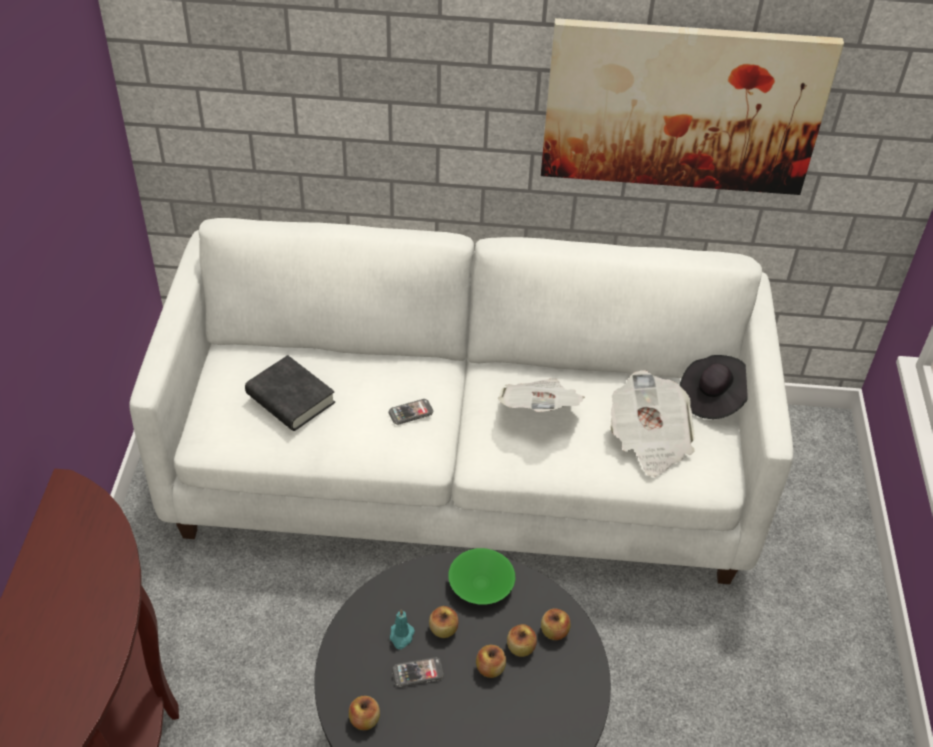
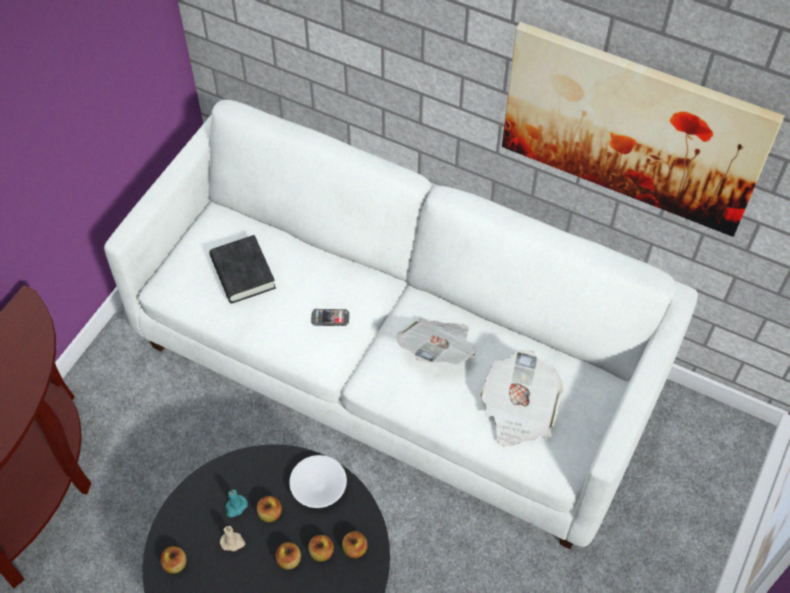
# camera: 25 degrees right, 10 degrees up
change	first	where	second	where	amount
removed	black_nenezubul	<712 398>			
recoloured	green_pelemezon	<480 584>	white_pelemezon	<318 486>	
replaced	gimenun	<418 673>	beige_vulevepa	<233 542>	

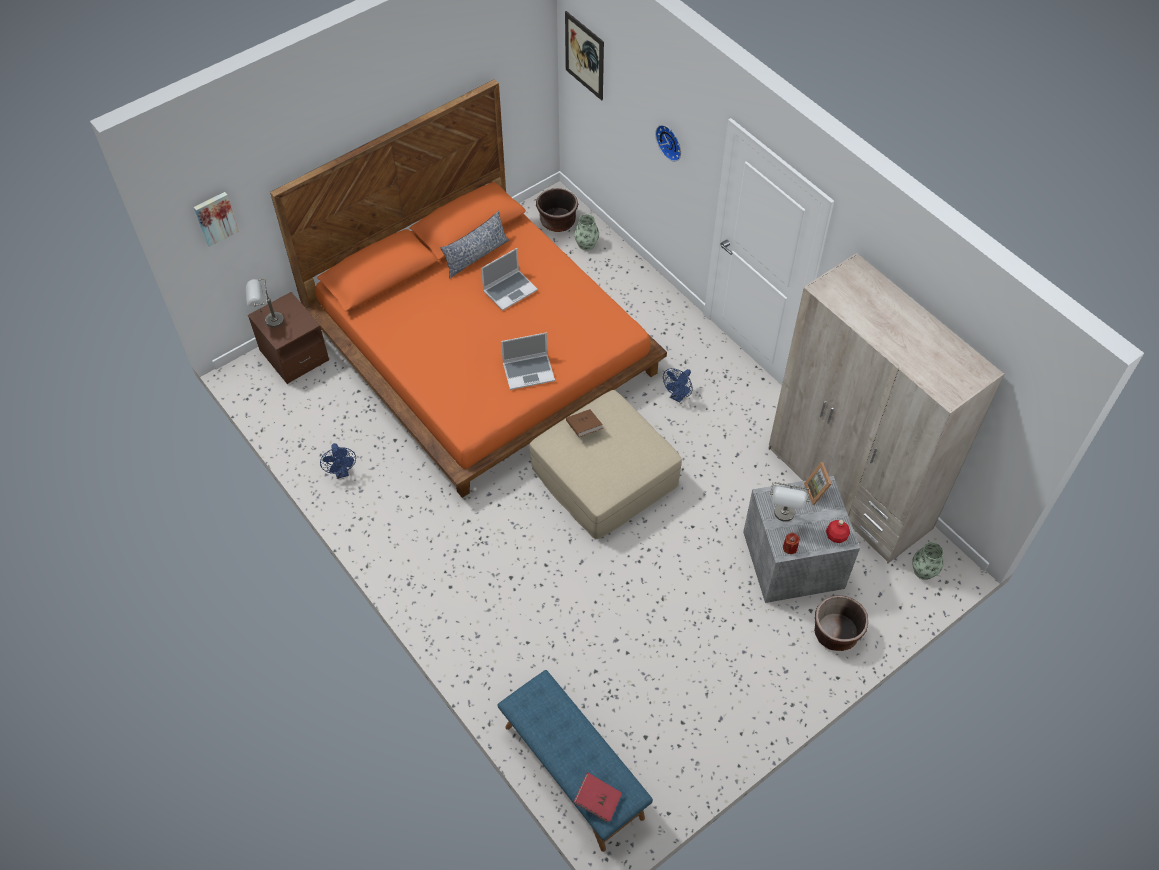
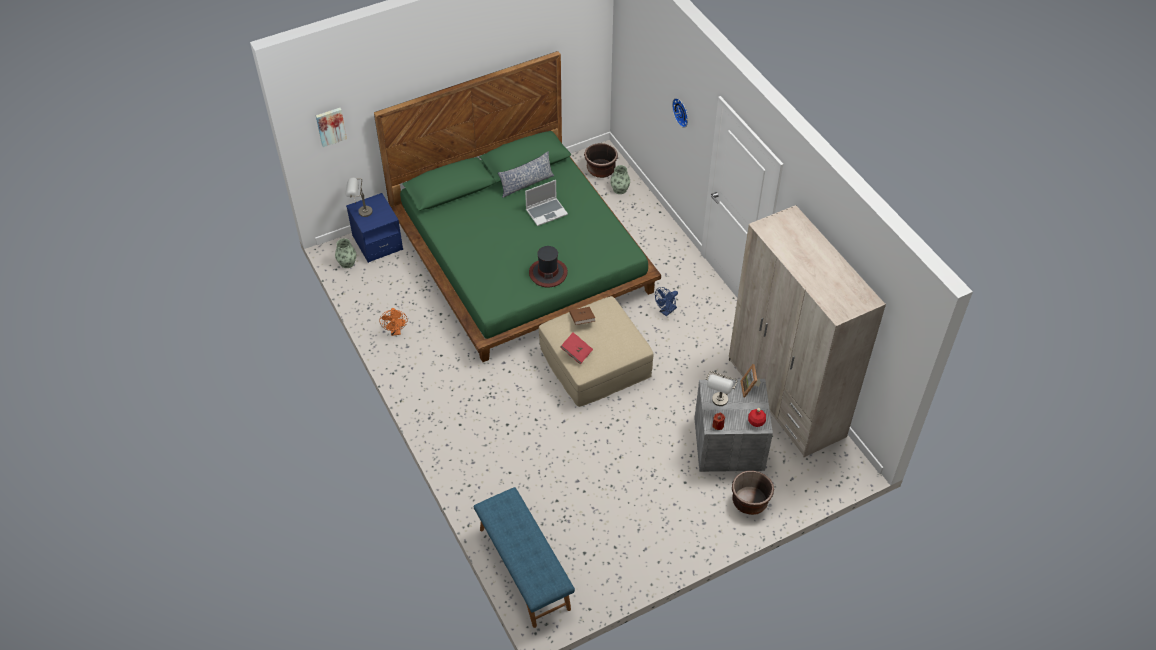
# camera: 10 degrees right, 5 degrees down
change	first	where	second	where	amount
removed	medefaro	<584 56>			
recoloured	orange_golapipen	<483 348>	green_golapipen	<522 256>	
recoloured	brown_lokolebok	<294 355>	blue_lokolebok	<377 243>	
replaced	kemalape	<529 371>	nenezubul	<548 273>	
recoloured	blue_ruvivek	<342 472>	orange_ruvivek	<396 331>	
moved	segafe	<924 570>		<347 263>	
moved	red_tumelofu	<598 800>		<576 352>	

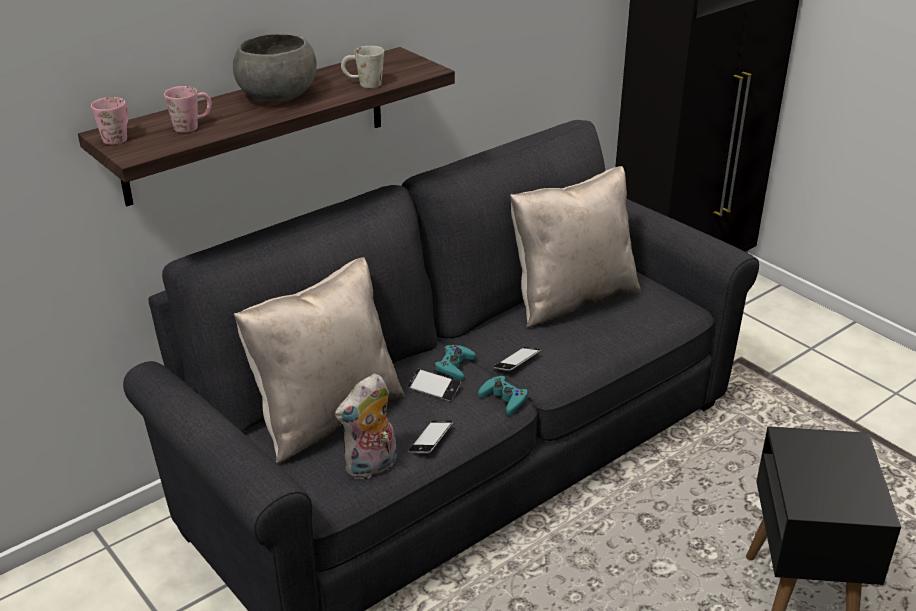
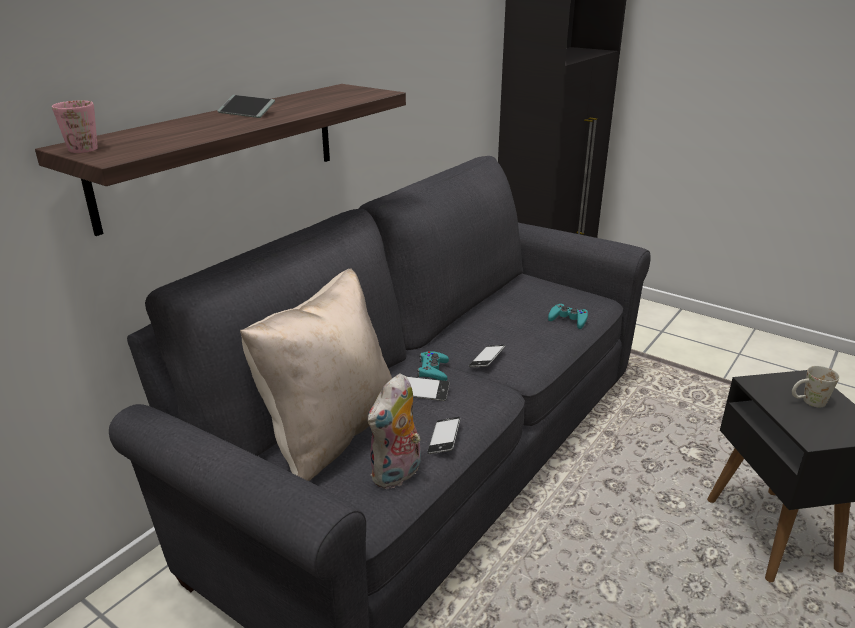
# camera: 15 degrees left, 5 degrees down
change	first	where	second	where	amount
replaced	grey_pelemezon	<277 95>	gimenun	<247 113>	
moved	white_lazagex	<363 84>		<808 402>	
removed	pink_lazagex	<192 126>			
removed	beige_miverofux	<571 299>			
moved	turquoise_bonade	<504 399>		<568 320>	

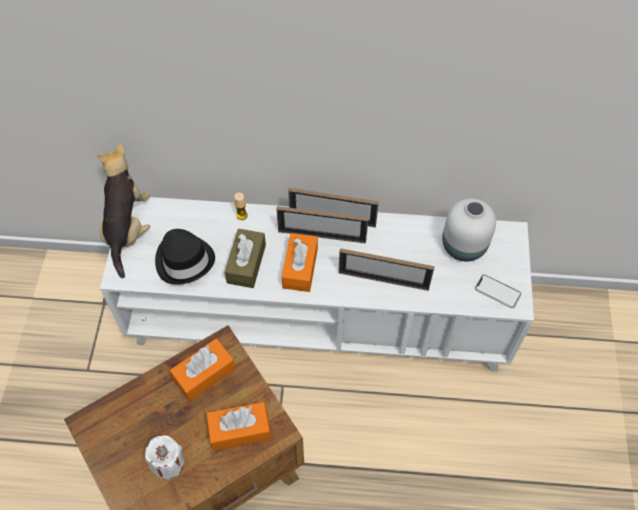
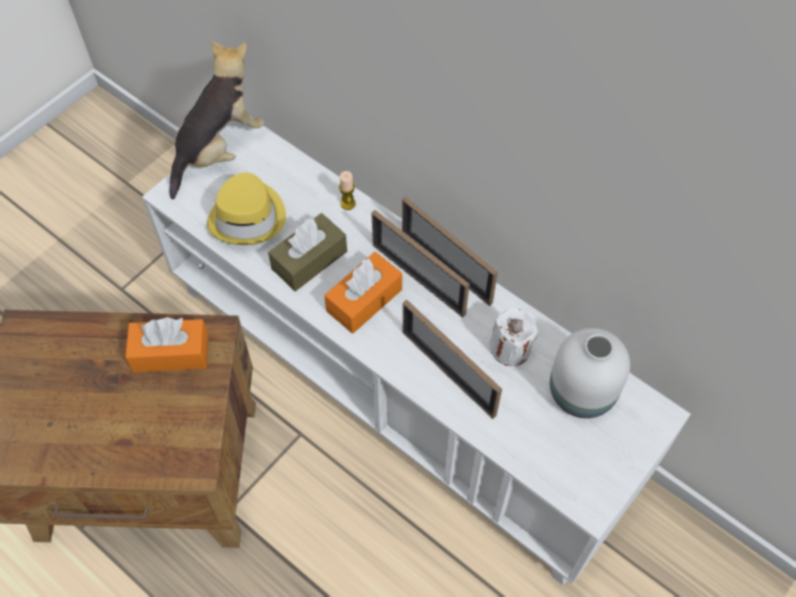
# camera: 35 degrees right, 0 degrees up
change	first	where	second	where	amount
recoloured	black_nenezubul	<184 260>	yellow_nenezubul	<248 217>	
removed	gimenun	<497 291>			
removed	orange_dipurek	<240 430>			
moved	white_vulevepa	<168 463>		<510 348>	

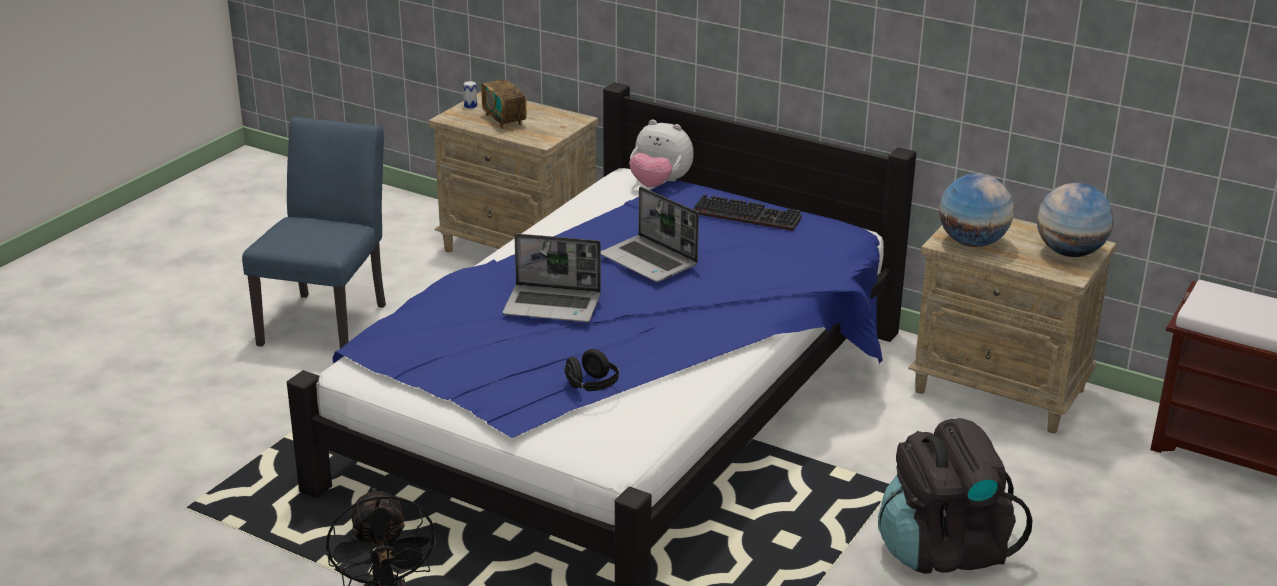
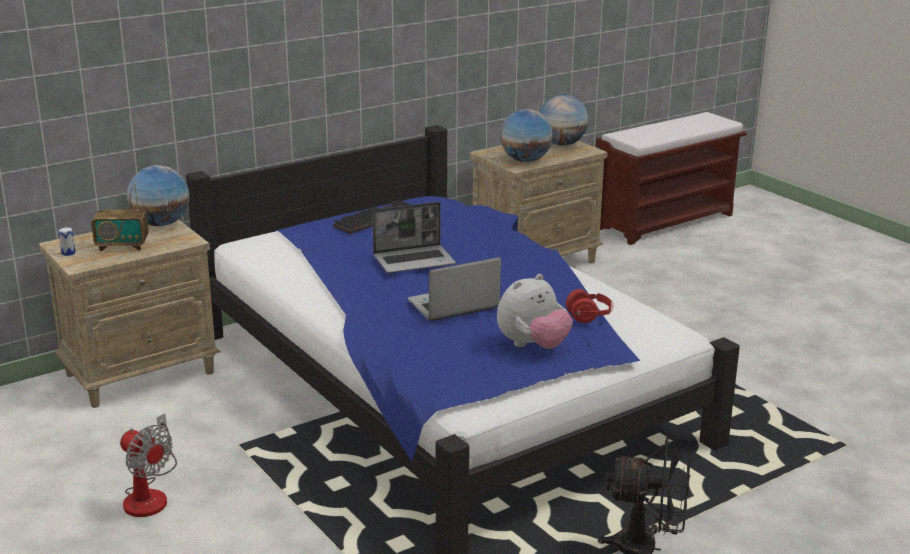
# camera: 65 degrees left, 5 degrees down
change	first	where	second	where	amount
replaced	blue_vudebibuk	<328 320>	ruvivek	<149 494>	
moved	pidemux	<659 185>		<533 346>	
turned	kemalape	<553 305>		<453 306>	150 degrees counterclockwise
recoloured	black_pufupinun	<592 386>	red_pufupinun	<589 317>	
removed	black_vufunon	<944 549>			
added			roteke	<160 224>	

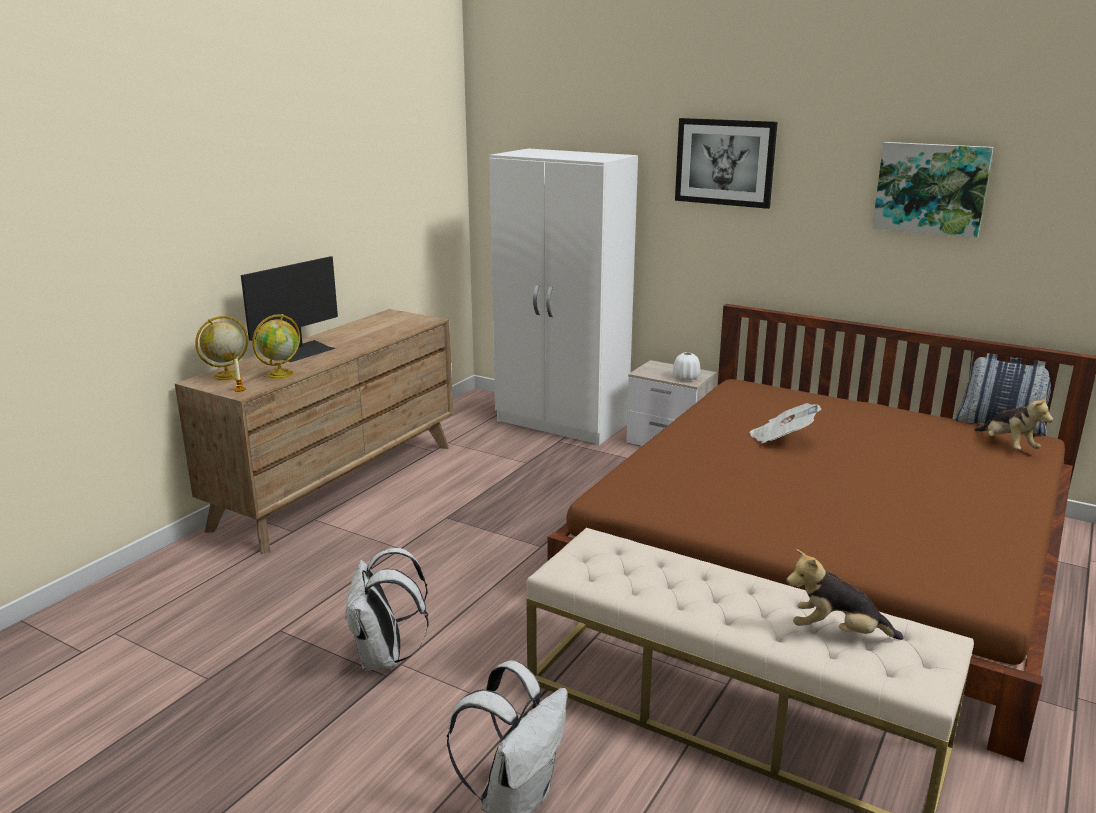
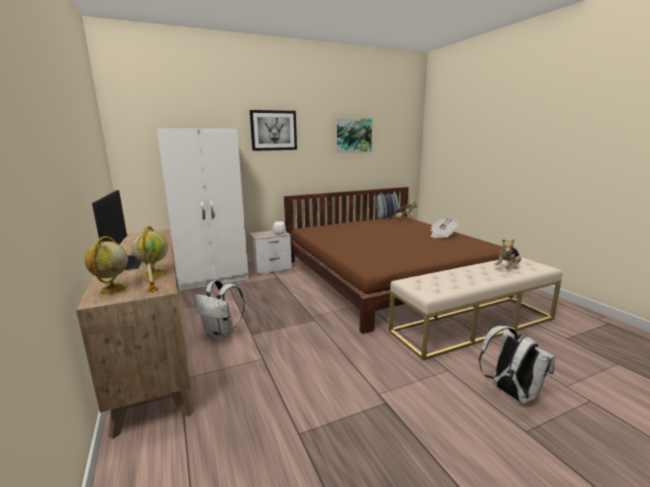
# camera: 55 degrees left, 5 degrees down
change	first	where	second	where	amount
moved	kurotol	<781 439>		<442 235>	
moved	white_vufunon	<384 658>		<221 333>	

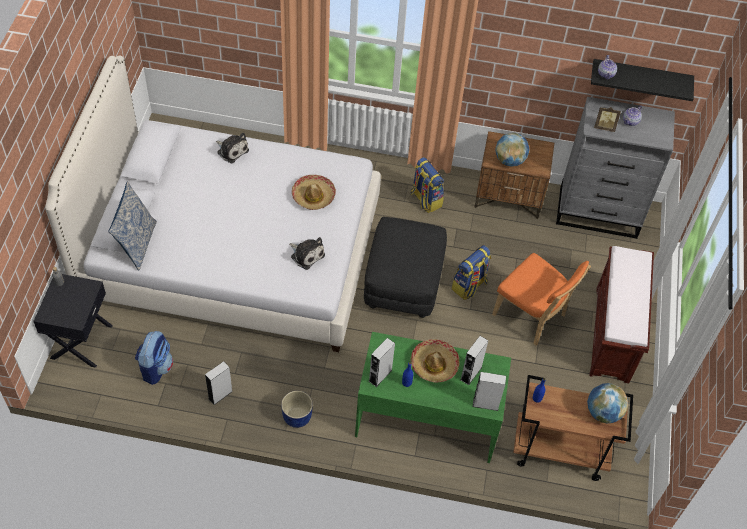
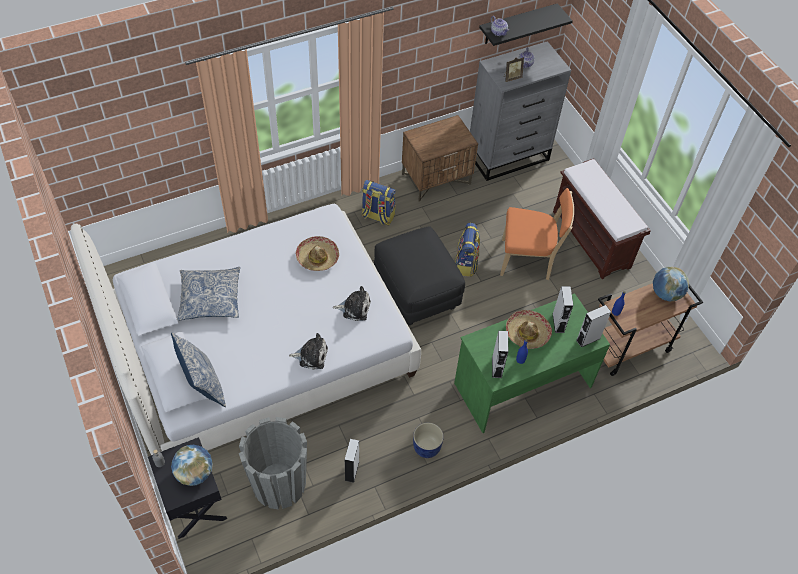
# camera: 35 degrees left, 0 degrees up
change	first	where	second	where	amount
moved	pidemux	<232 150>		<311 356>	
moved	roteke	<510 160>		<195 473>	
replaced	vufunon	<156 367>	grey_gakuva	<279 484>	
added			miverofux	<210 299>	

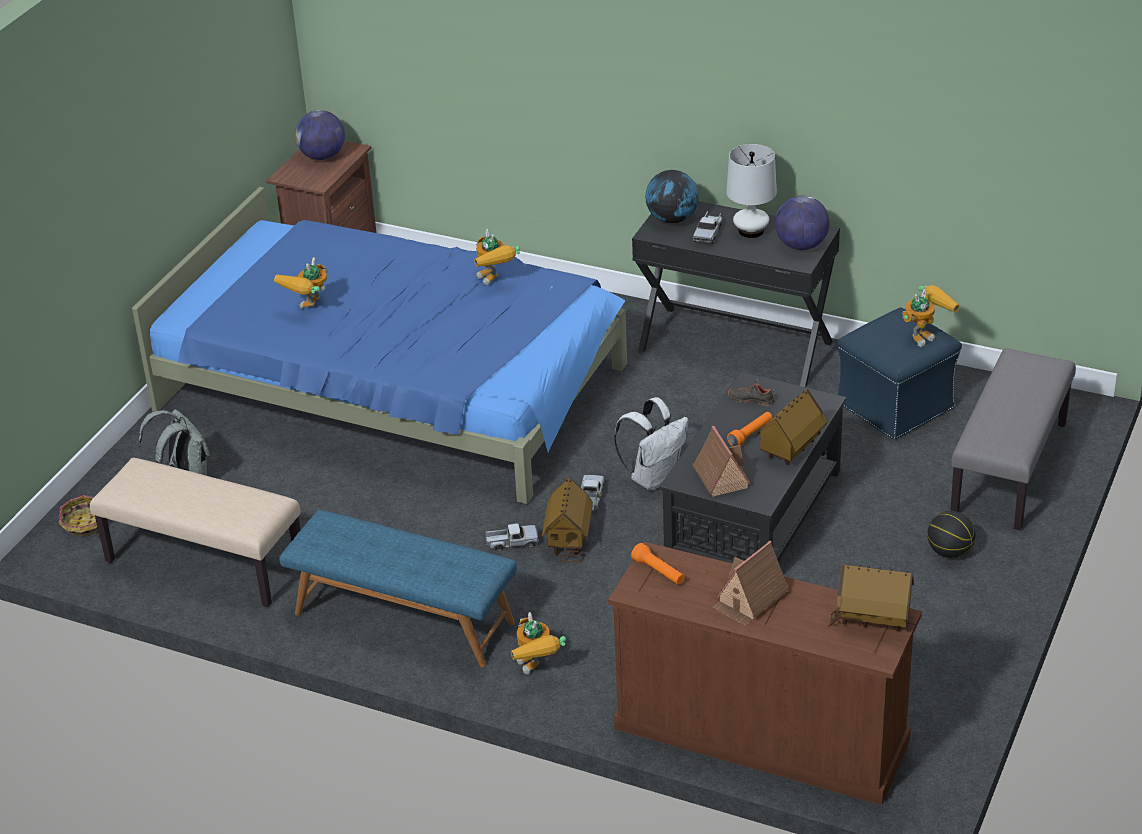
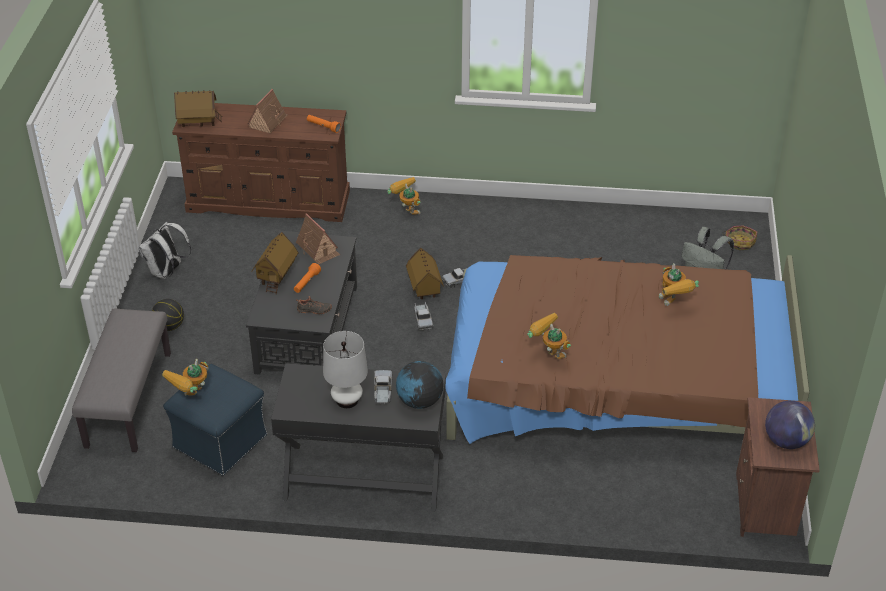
# camera: 160 degrees right, 5 degrees up
change	first	where	second	where	amount
recoloured	blue_golapipen	<395 388>	brown_golapipen	<615 382>	
removed	roteke	<801 245>			
turned	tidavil	<309 310>		<673 303>	150 degrees clockwise
moved	white_vufunon	<654 477>		<167 272>	
removed	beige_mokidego	<203 563>			
removed	blue_mokidego	<403 619>			

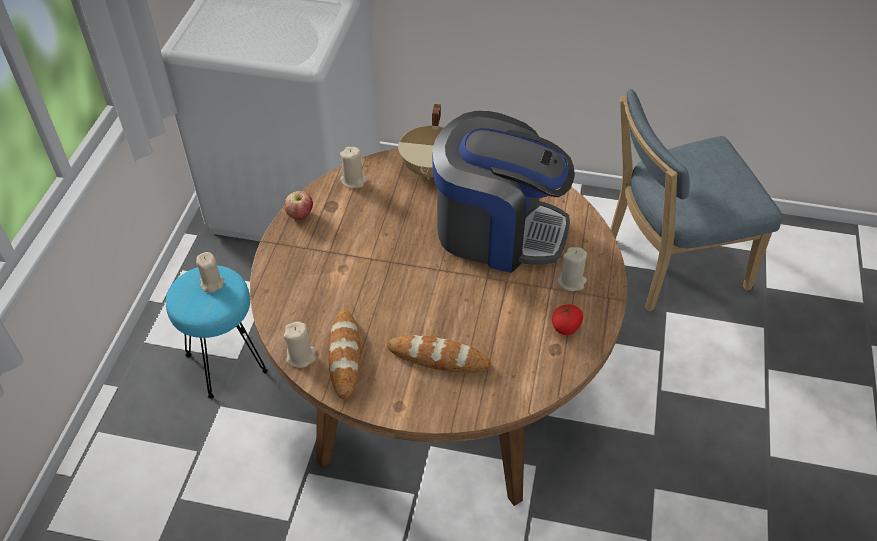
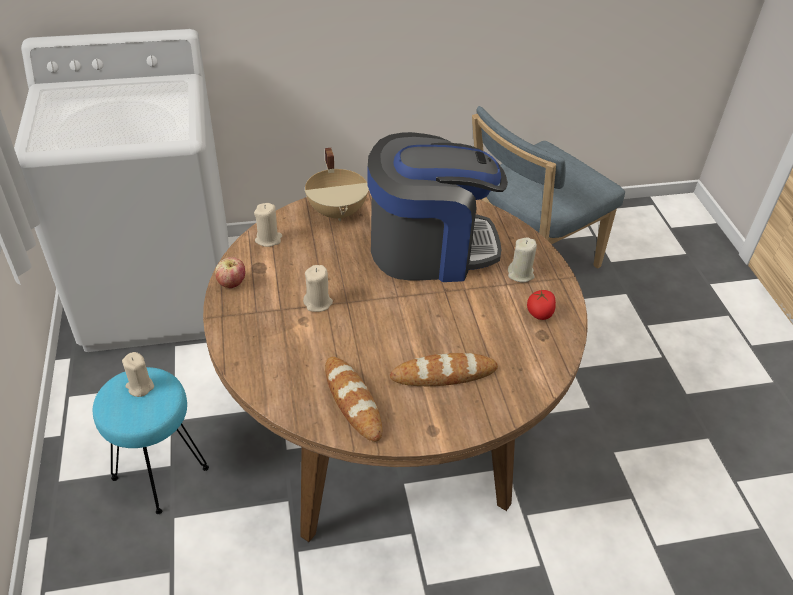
# camera: 25 degrees left, 5 degrees down
change	first	where	second	where	amount
moved	beige_vulevepa	<301 356>		<318 303>	

